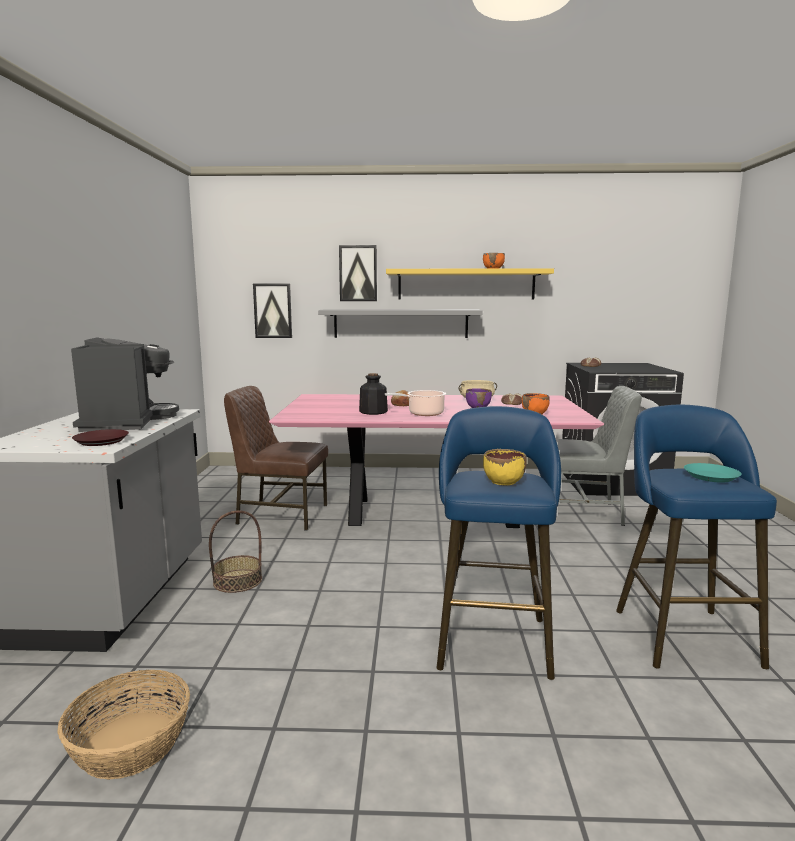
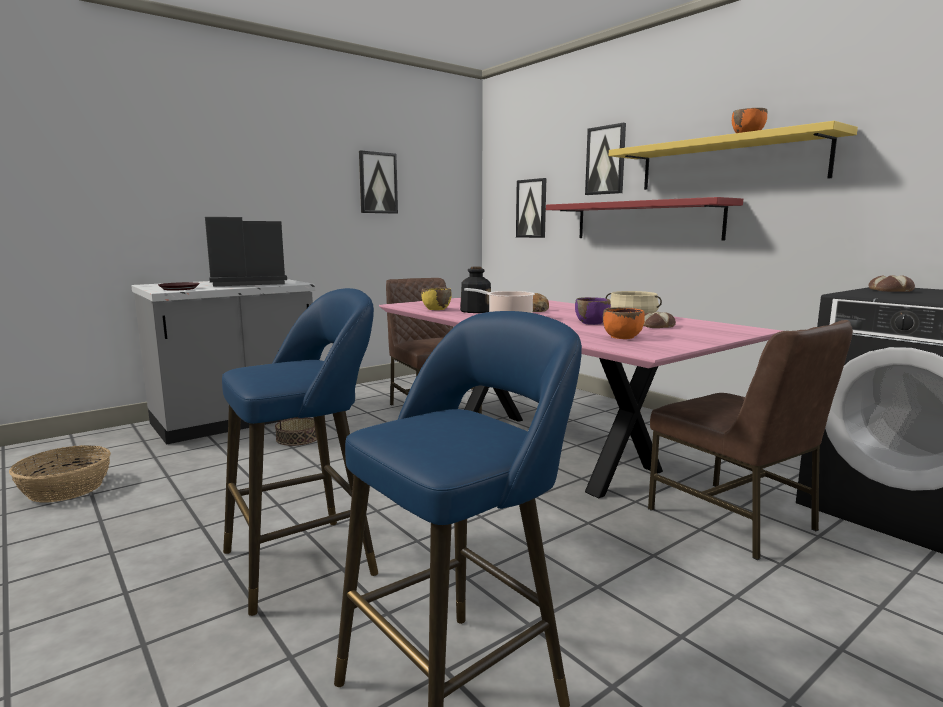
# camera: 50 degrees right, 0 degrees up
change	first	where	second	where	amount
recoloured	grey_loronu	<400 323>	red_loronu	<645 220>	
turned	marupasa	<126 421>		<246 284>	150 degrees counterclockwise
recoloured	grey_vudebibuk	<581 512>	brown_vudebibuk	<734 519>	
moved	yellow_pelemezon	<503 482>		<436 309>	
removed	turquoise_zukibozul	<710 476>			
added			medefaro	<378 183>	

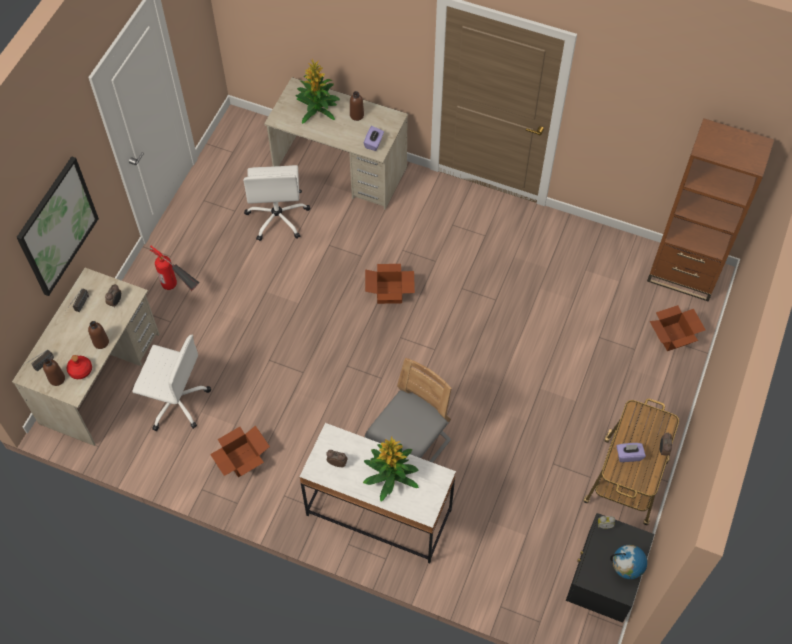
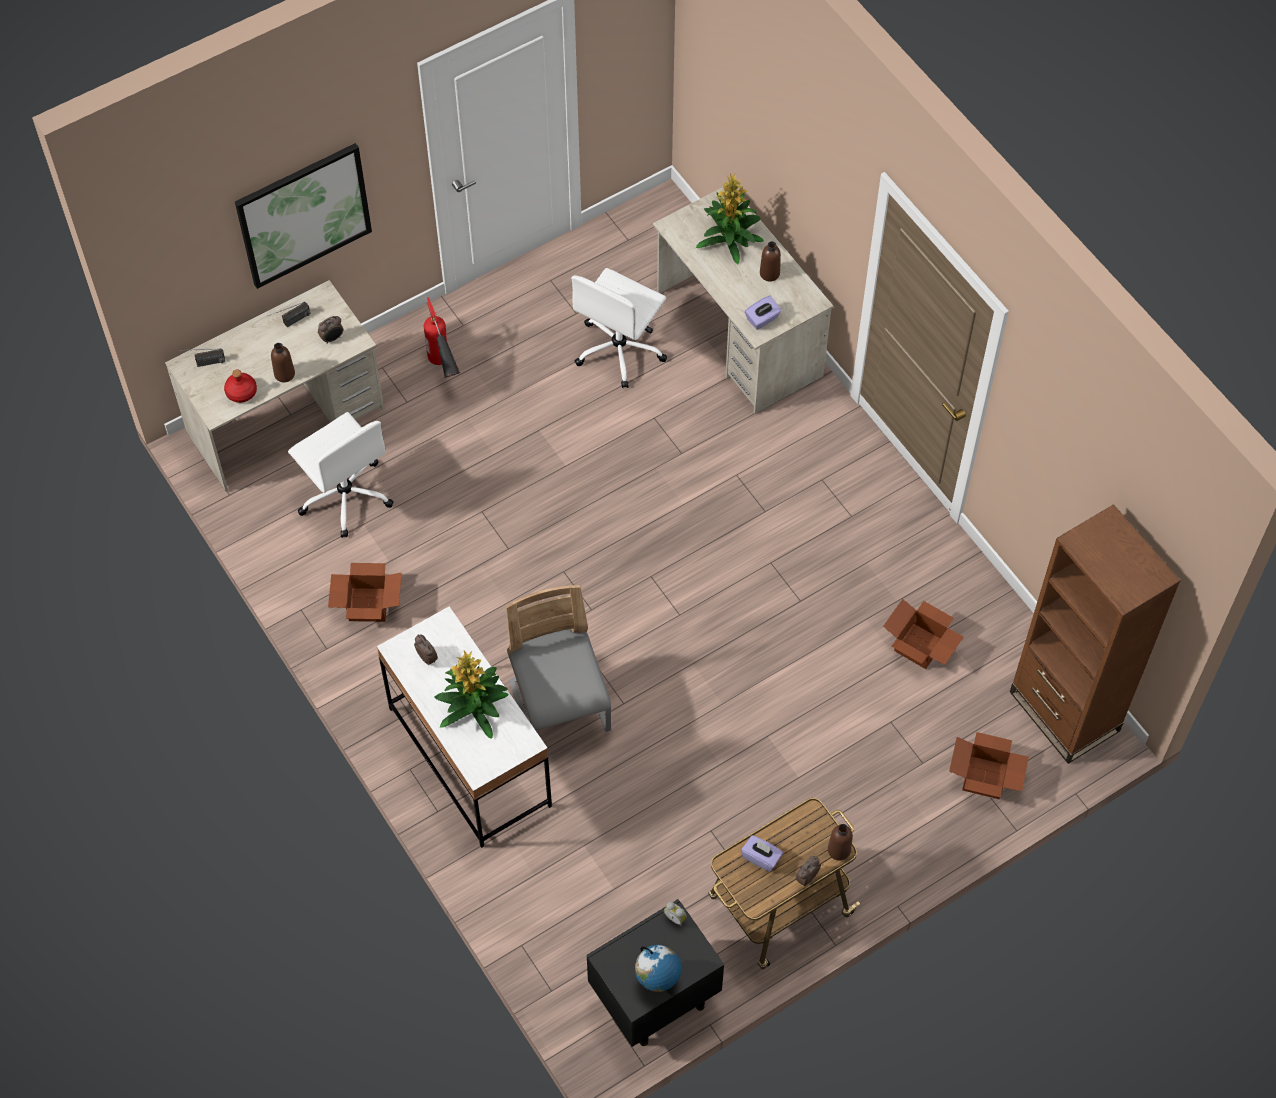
# camera: 35 degrees right, 0 degrees up
change	first	where	second	where	amount
moved	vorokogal	<390 293>		<920 647>	
moved	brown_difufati	<57 379>		<839 850>	
turned	grey_vudebibuk	<409 448>		<560 707>	90 degrees counterclockwise

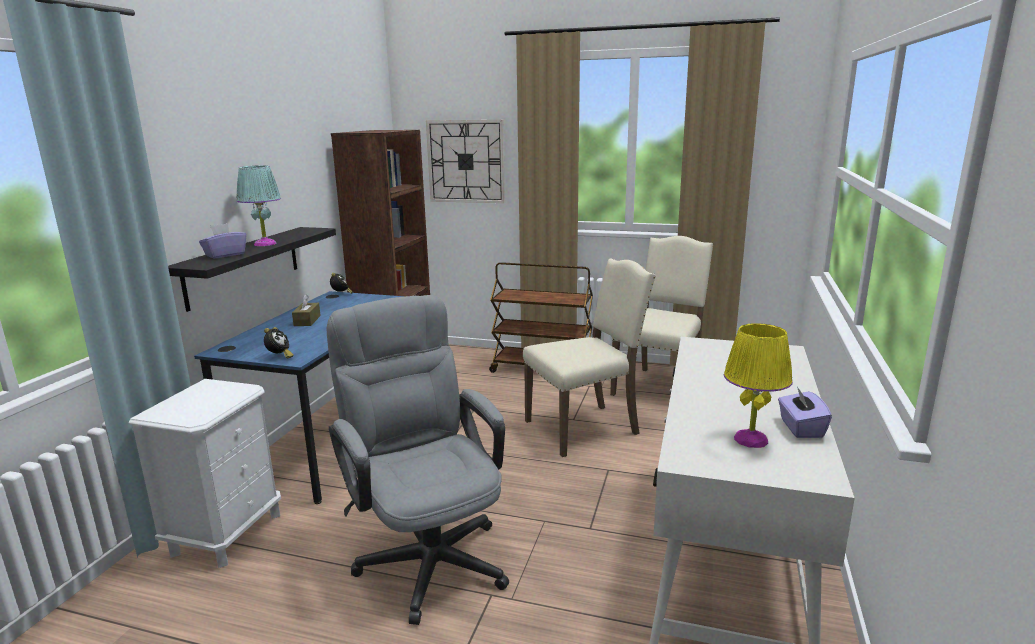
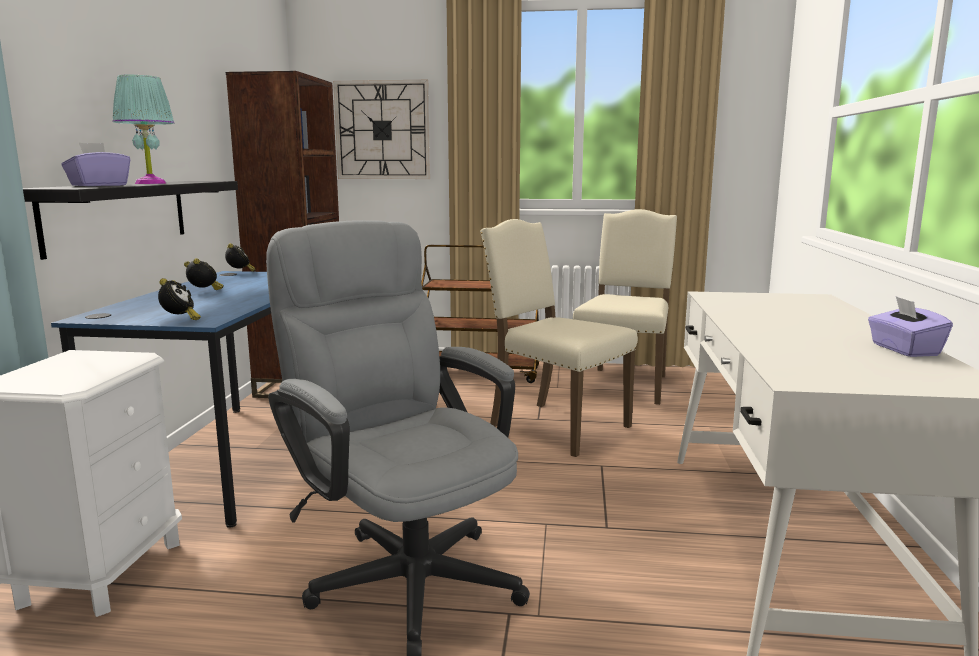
# camera: 10 degrees left, 5 degrees down
change	first	where	second	where	amount
turned	beige_vudebibuk	<585 428>		<555 426>	105 degrees counterclockwise
replaced	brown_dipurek	<307 321>	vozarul	<204 292>	
removed	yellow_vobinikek	<750 439>			

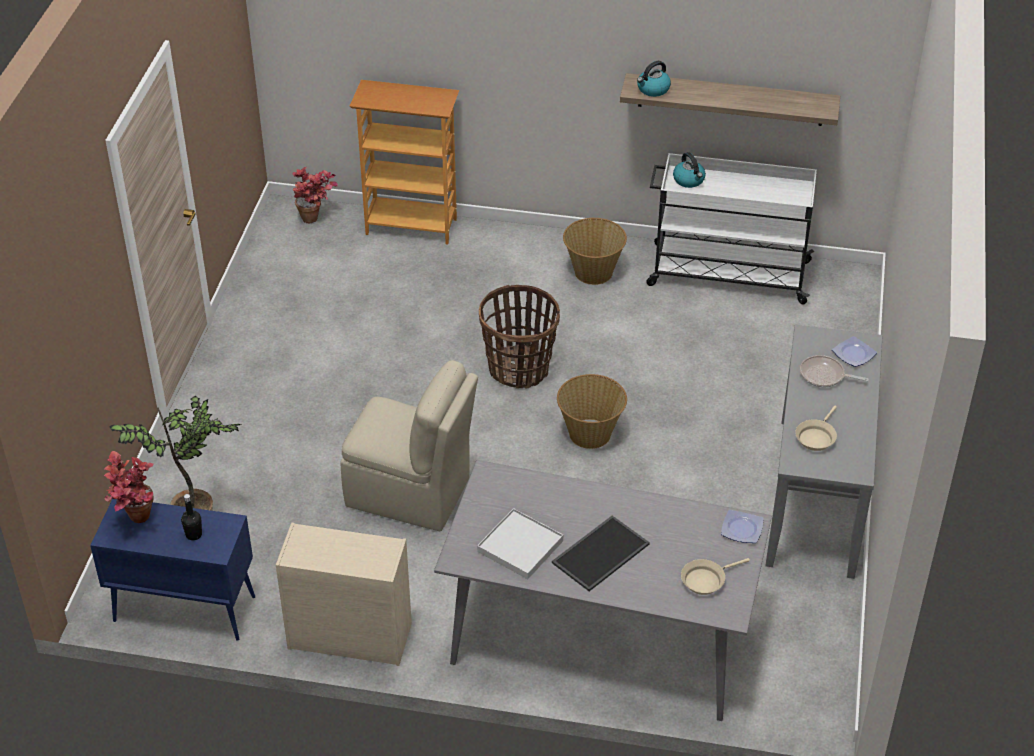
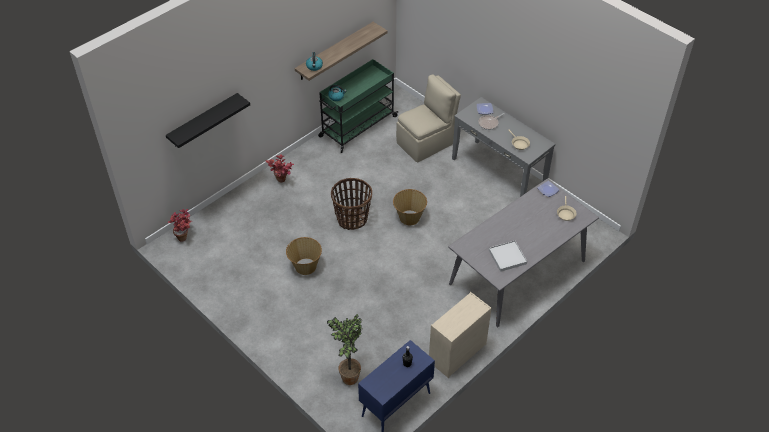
# camera: 55 degrees left, 5 degrees up
change	first	where	second	where	amount
removed	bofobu	<411 226>			
recoloured	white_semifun	<726 273>	green_semifun	<357 127>	
moved	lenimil	<593 272>		<305 266>	
moved	beige_vudebibuk	<411 493>		<426 143>	
moved	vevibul	<135 522>		<282 182>	
removed	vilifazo	<600 552>			
added			black_loronu	<203 121>	

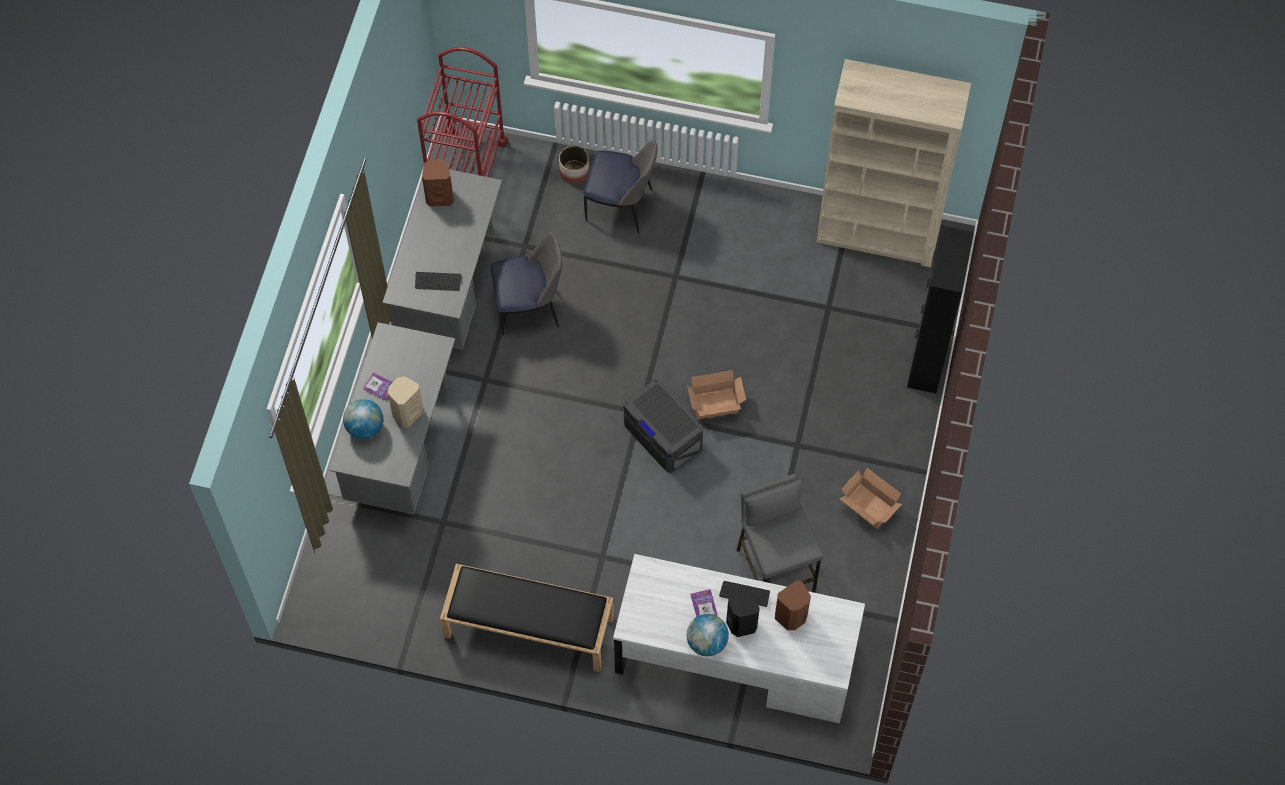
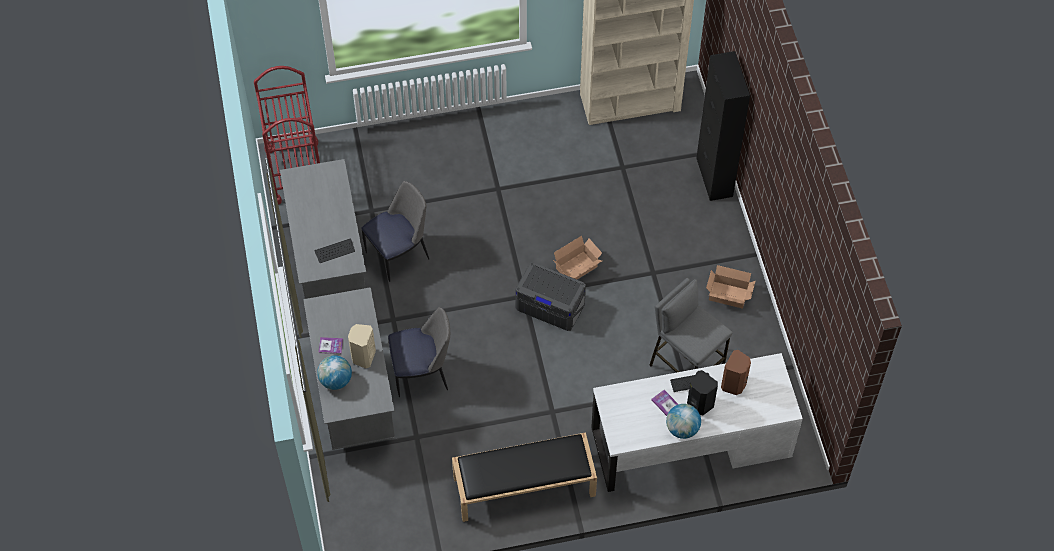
# camera: 25 degrees left, 5 degrees down
change	first	where	second	where	amount
moved	vudebibuk	<621 206>		<422 373>	
removed	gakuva	<574 172>			
removed	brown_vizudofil	<440 196>			

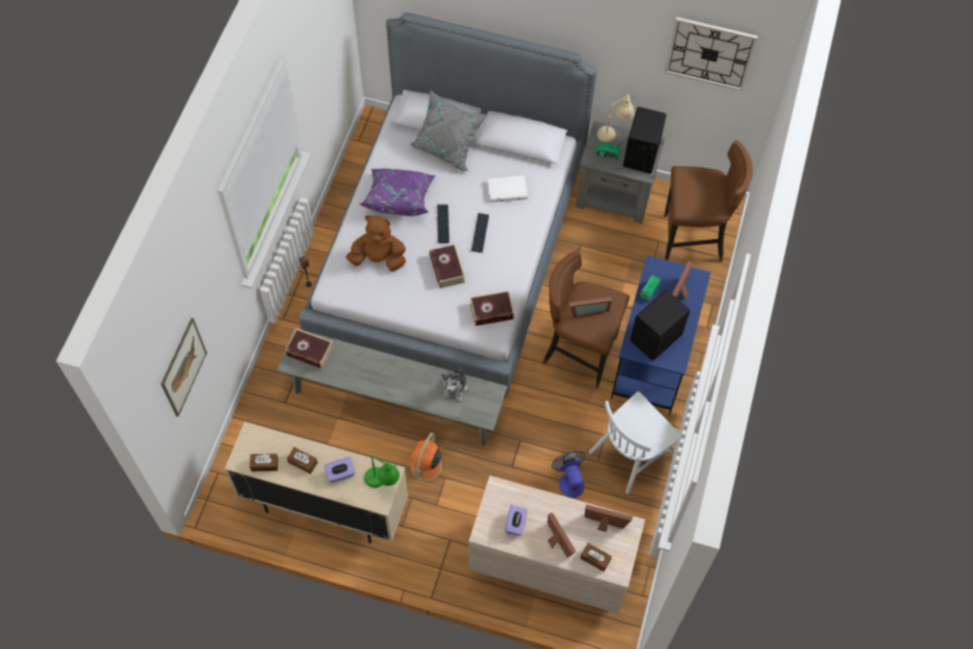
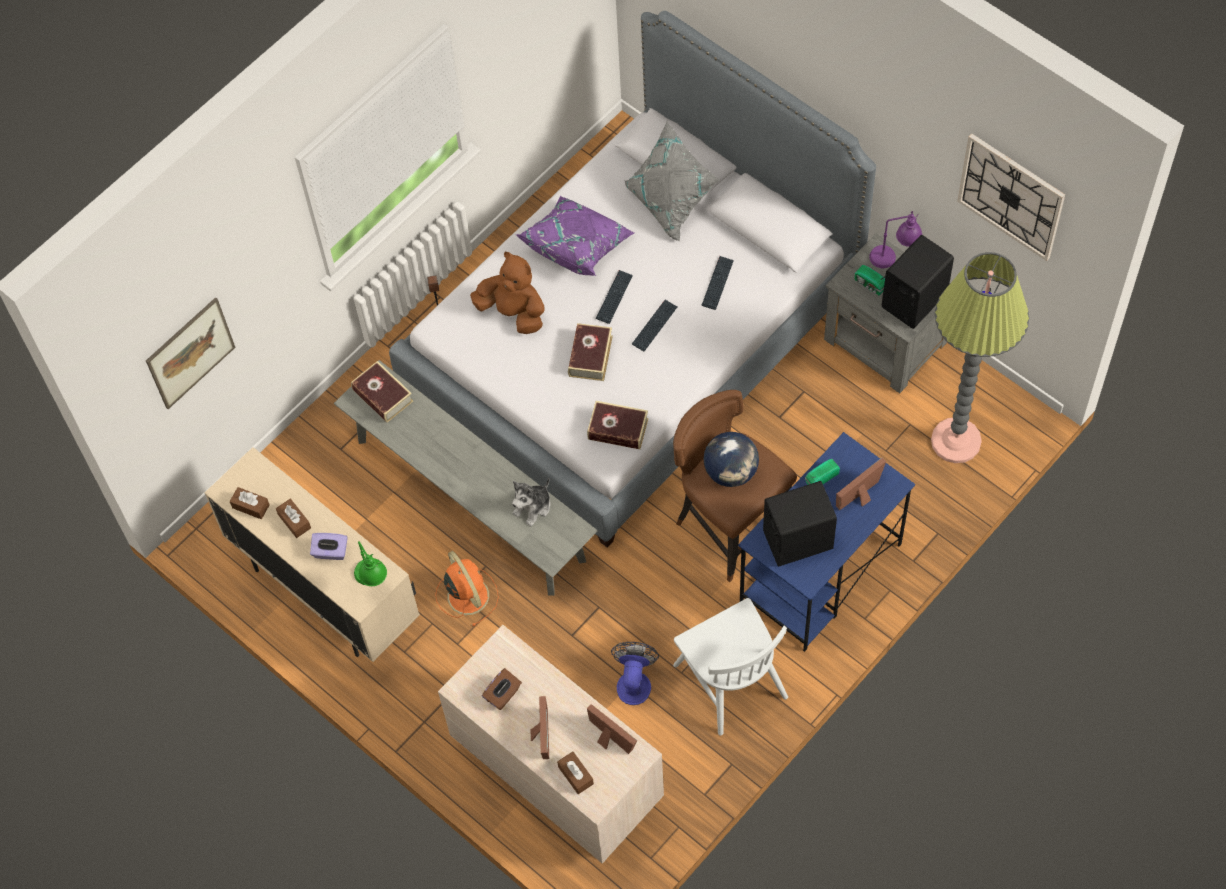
# camera: 30 degrees right, 0 degrees up
change	first	where	second	where	amount
recoloured	beige_vobinikek	<614 132>	purple_vobinikek	<894 257>	
replaced	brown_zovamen	<692 241>	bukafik	<956 441>	
replaced	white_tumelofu	<507 189>	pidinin	<717 283>	
replaced	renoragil	<587 309>	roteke	<731 471>	
turned	white_vudebibuk	<632 453>		<730 680>	105 degrees counterclockwise
turned	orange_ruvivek	<425 467>		<467 594>	105 degrees clockwise
recoloured	purple_dipurek	<515 524>	brown_dipurek	<503 695>	

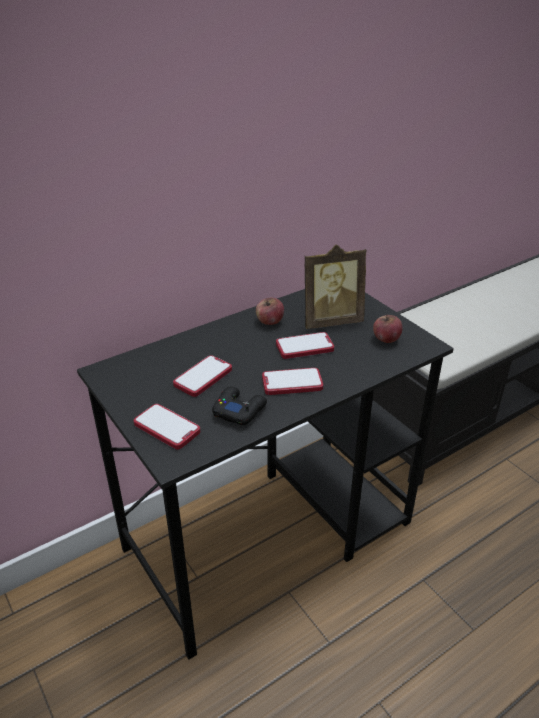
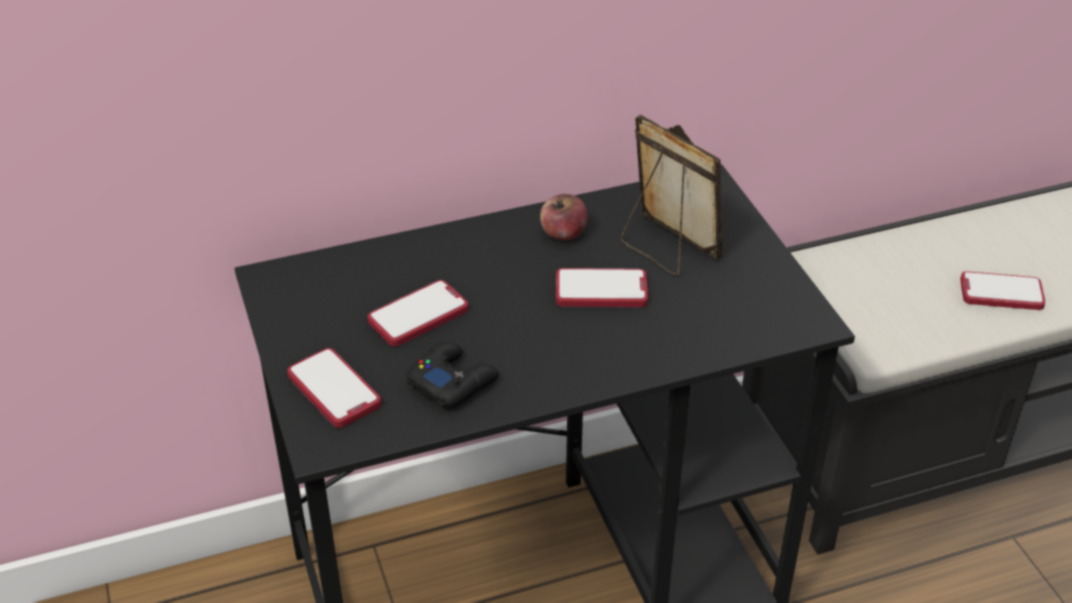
# camera: 15 degrees right, 5 degrees up
change	first	where	second	where	amount
turned	renoragil	<330 320>		<666 248>	135 degrees counterclockwise
removed	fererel	<386 339>			
moved	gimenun	<292 383>		<1001 293>	

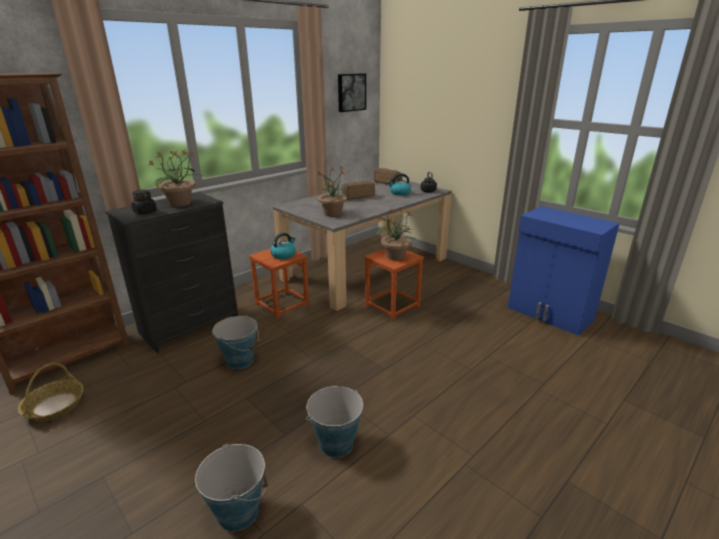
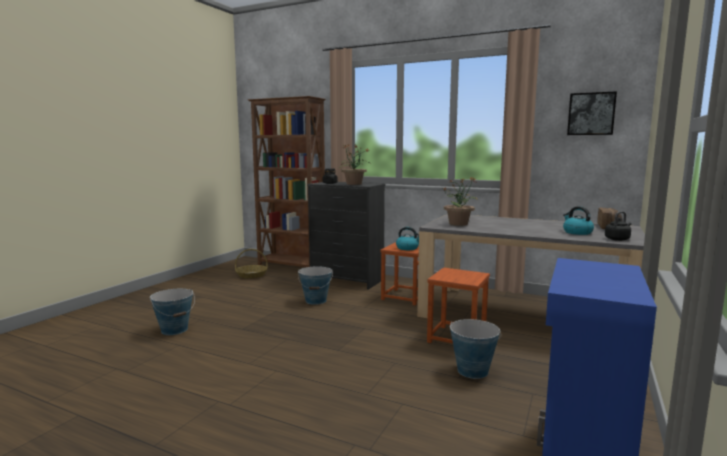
# camera: 70 degrees right, 15 degrees down
change	first	where	second	where	amount
removed	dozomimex	<358 196>			
removed	vevibul	<395 256>			
moved	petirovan	<336 444>		<472 371>	

